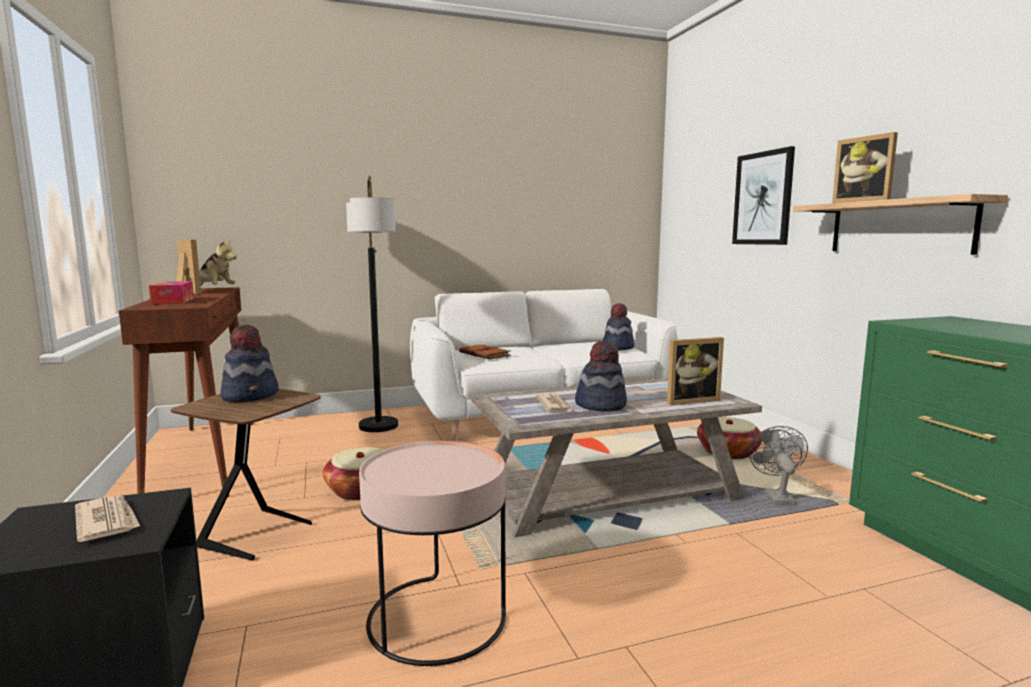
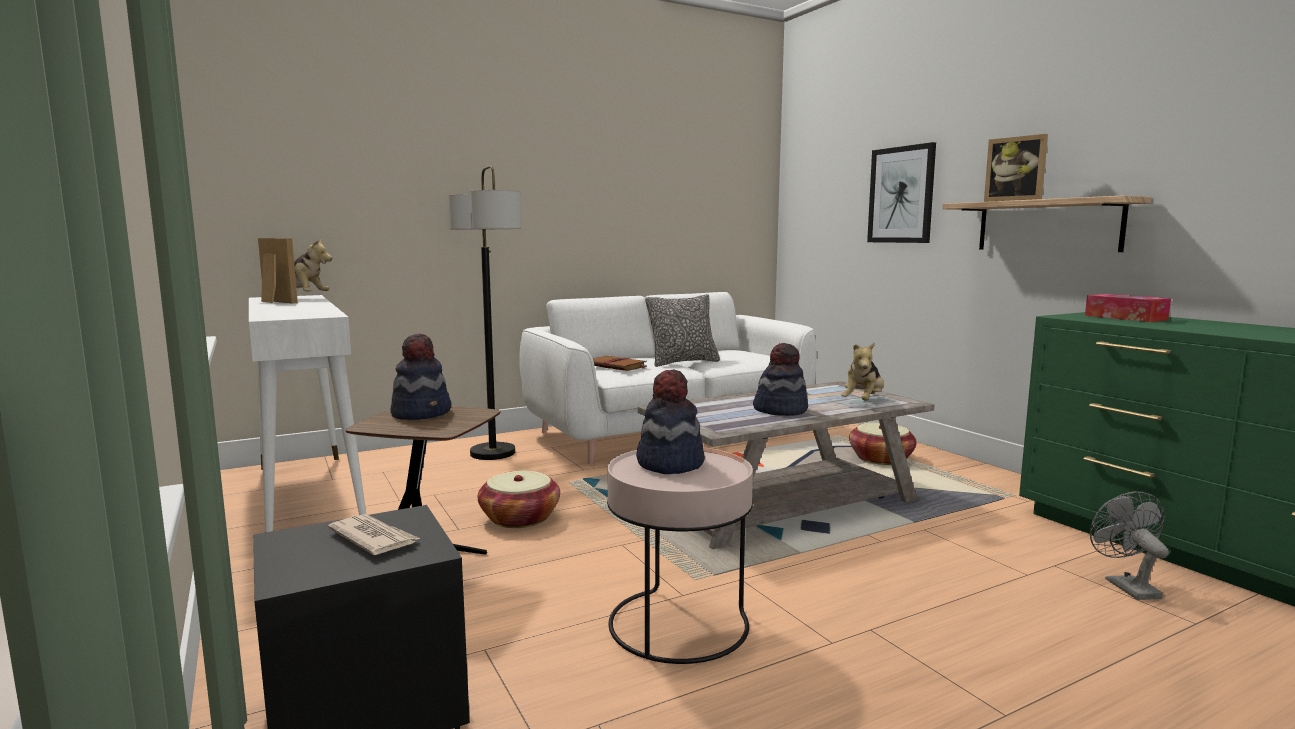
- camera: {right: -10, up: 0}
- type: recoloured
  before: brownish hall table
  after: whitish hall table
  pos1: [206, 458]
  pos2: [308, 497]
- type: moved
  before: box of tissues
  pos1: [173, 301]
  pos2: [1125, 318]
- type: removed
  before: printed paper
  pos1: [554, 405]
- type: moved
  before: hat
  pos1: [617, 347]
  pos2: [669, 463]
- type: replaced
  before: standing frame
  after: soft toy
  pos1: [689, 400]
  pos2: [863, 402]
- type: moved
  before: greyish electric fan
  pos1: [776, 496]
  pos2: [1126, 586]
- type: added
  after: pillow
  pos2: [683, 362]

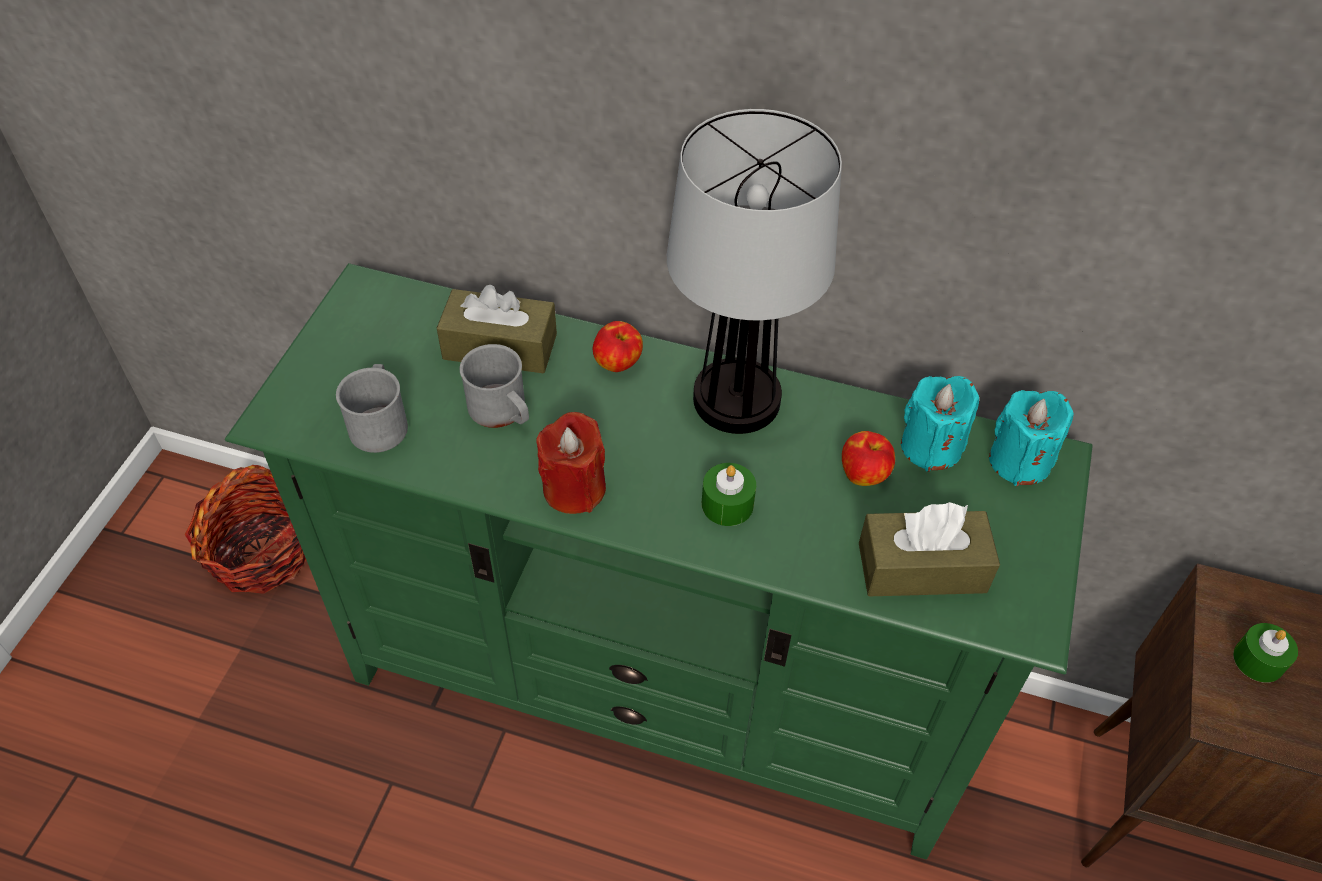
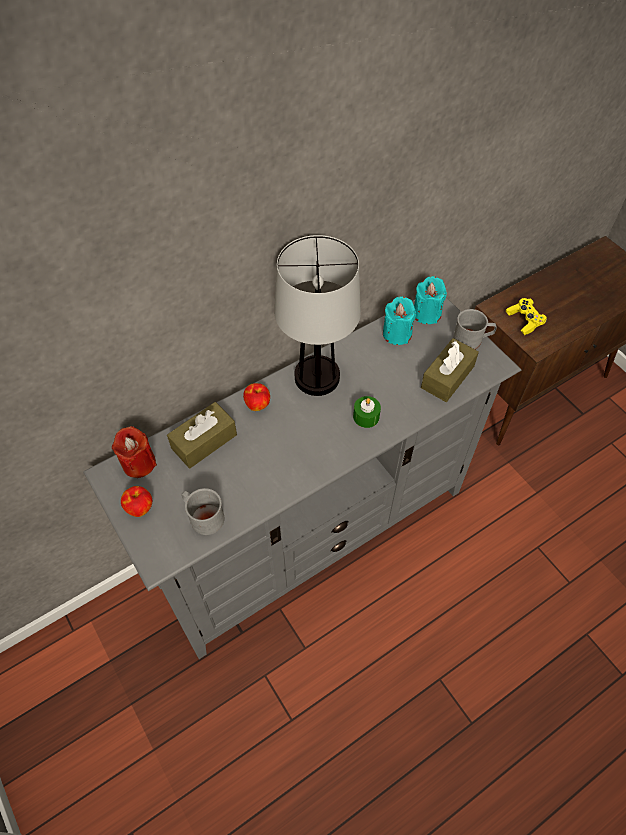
- camera: {right: -50, up: 5}
- type: removed
  before: basket
  pos1: [261, 552]
- type: recoloured
  before: greenish tv stand
  after: greyish tv stand
  pos1: [657, 689]
  pos2: [312, 533]
- type: moved
  before: greyish tea mug
  pos1: [502, 412]
  pos2: [472, 339]
- type: moved
  before: red-coloured candle
  pos1: [574, 488]
  pos2: [139, 463]
- type: moved
  before: whole apple
  pos1: [864, 474]
  pos2: [139, 507]
- type: replaced
  before: greenish candle
  after: yellowish joypad
  pos1: [1258, 660]
  pos2: [524, 320]

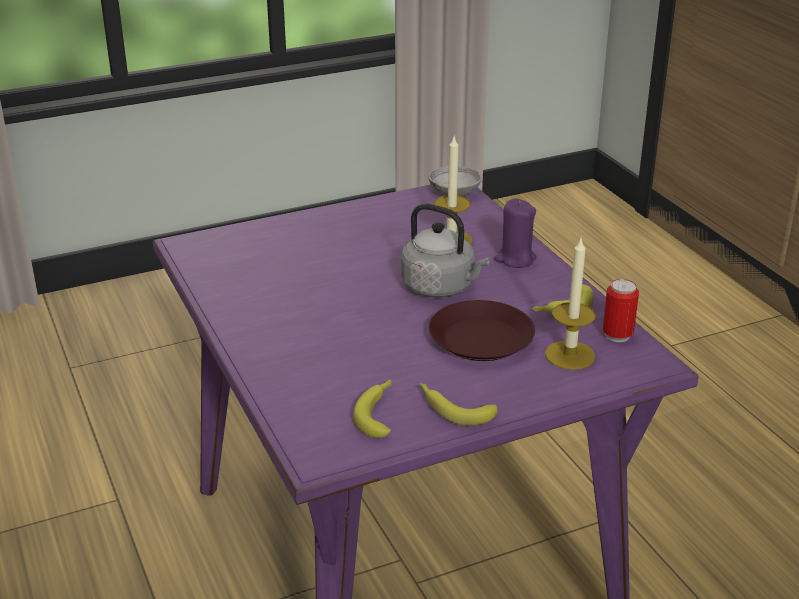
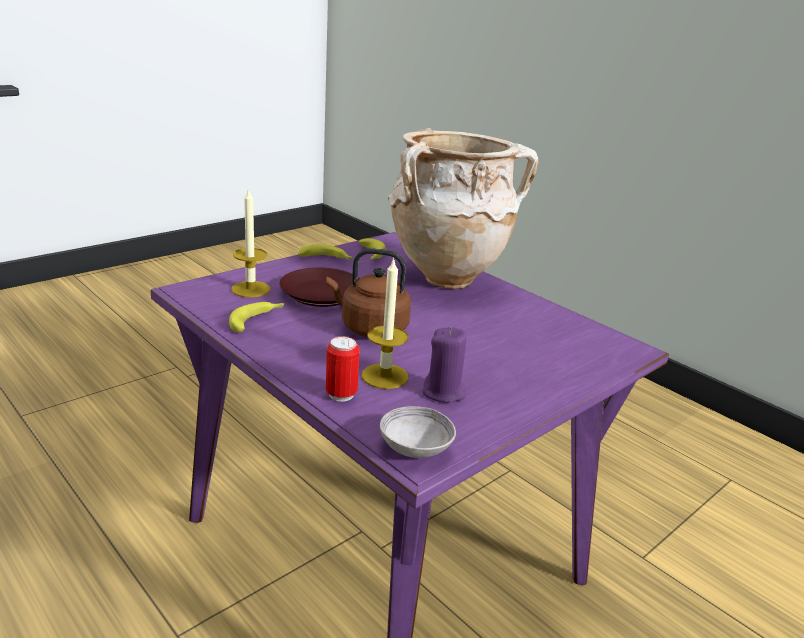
- camera: {right: 160, up: -5}
- type: recoloured
  before: greyish kettle
  after: brownish kettle
  pos1: [441, 287]
  pos2: [370, 328]
- type: moved
  before: purple-coloured candle
  pos1: [515, 259]
  pos2: [444, 392]
- type: moved
  before: sealed can
  pos1: [617, 335]
  pos2: [341, 394]
- type: added
  after: sand-coloured decorative vase
  pos2: [444, 281]

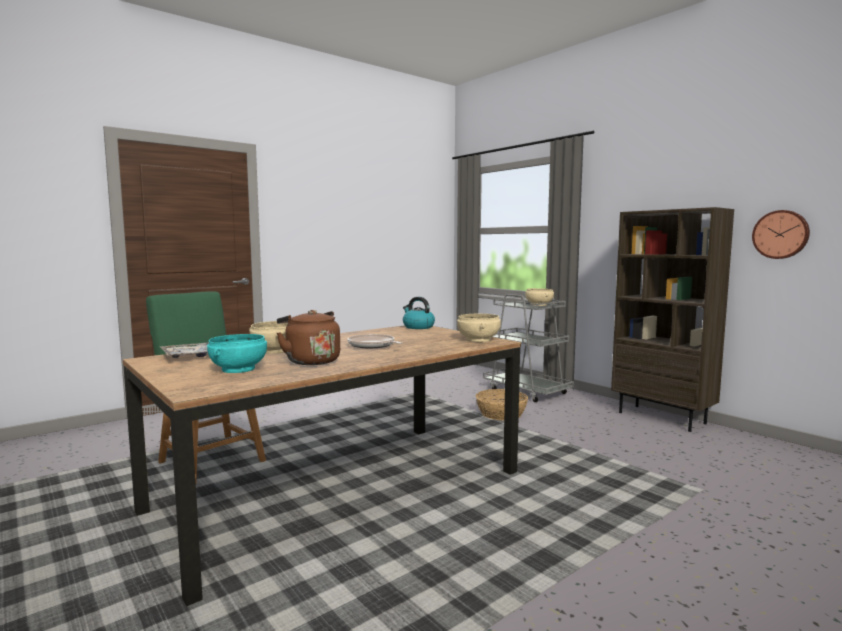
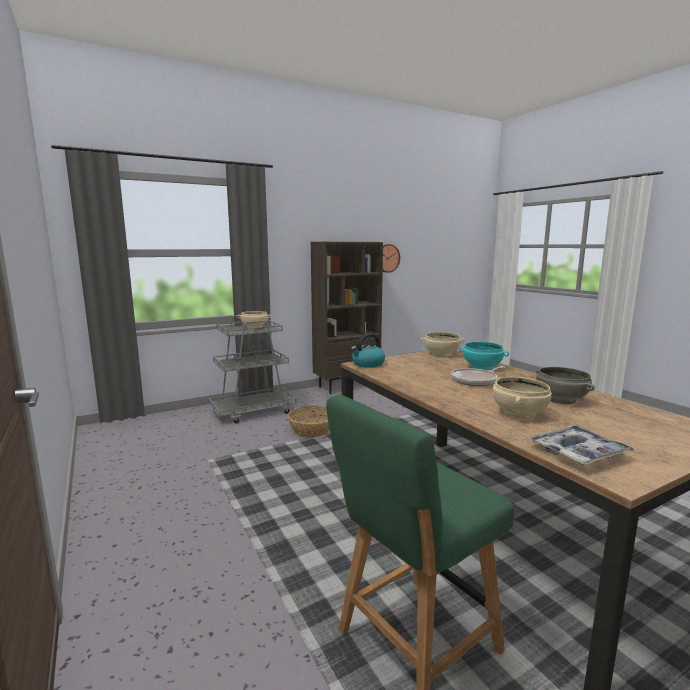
- camera: {right: -80, up: 5}
- type: moved
  before: turquoise serving bowl
  pos1: [239, 369]
  pos2: [482, 367]
- type: replaced
  before: brownish kettle
  after: greyish serving bowl
  pos1: [310, 361]
  pos2: [560, 399]

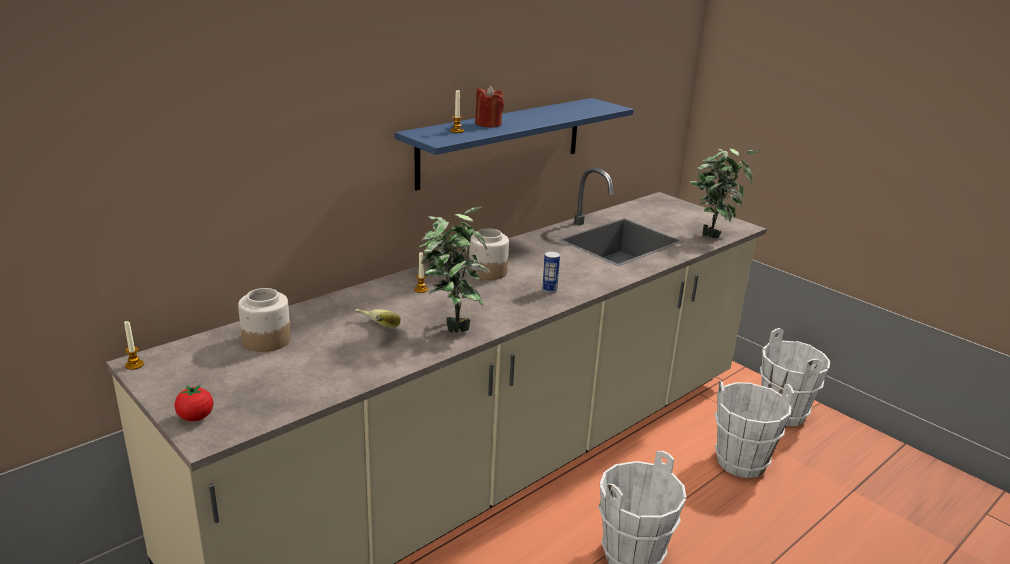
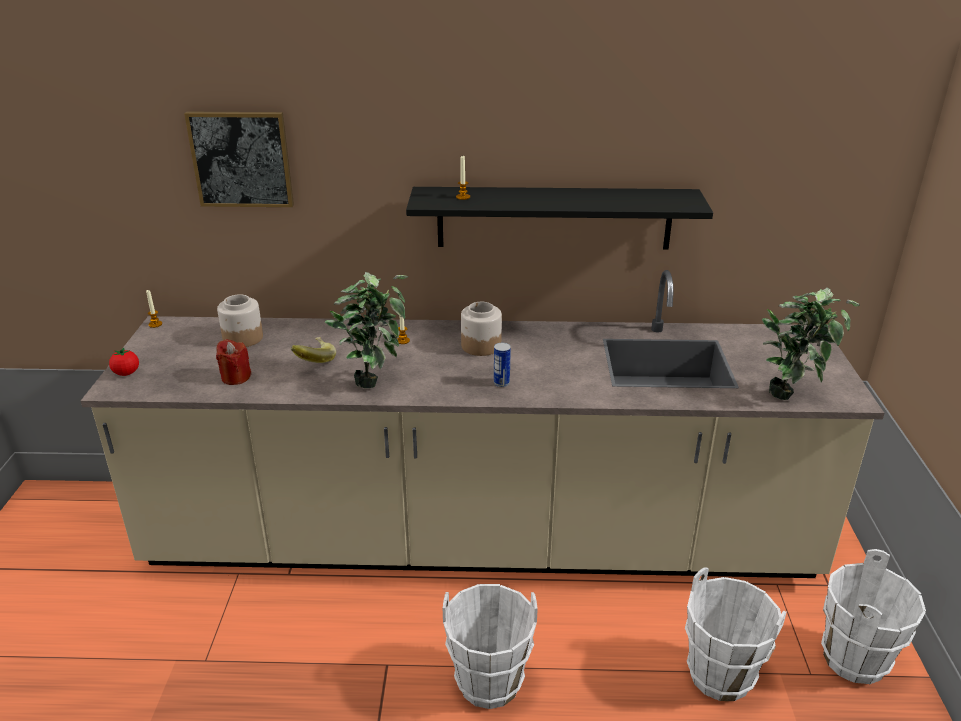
- camera: {right: 45, up: 5}
- type: recoloured
  before: blue-coloured wall shelf
  after: black-coloured wall shelf
  pos1: [501, 141]
  pos2: [554, 218]
- type: moved
  before: red-coloured candle
  pos1: [488, 124]
  pos2: [235, 377]
- type: added
  after: wall art
  pos2: [241, 159]

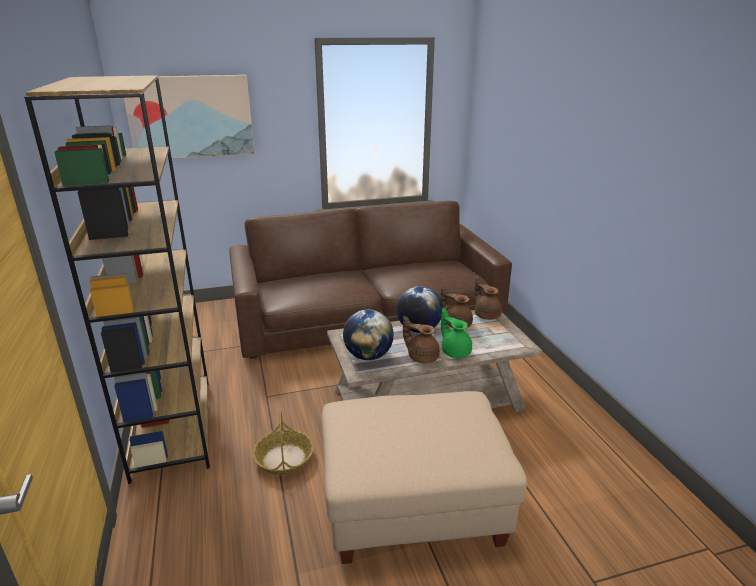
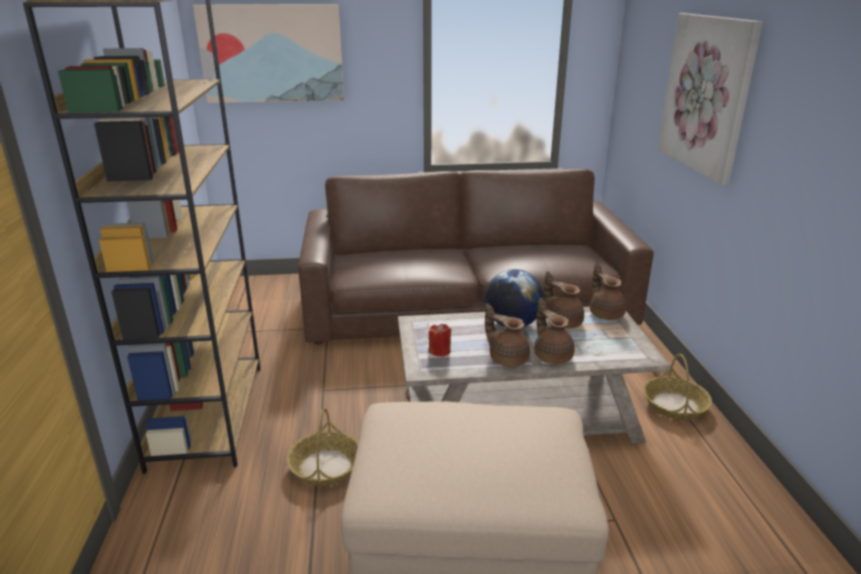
- camera: {right: 10, up: 0}
- type: replaced
  before: globe
  after: red-coloured candle
  pos1: [368, 356]
  pos2: [440, 351]
- type: recoloured
  before: greenish teapot
  after: brownish teapot
  pos1: [455, 351]
  pos2: [552, 355]
- type: added
  after: basket
  pos2: [674, 405]
- type: added
  after: wall art
  pos2: [706, 94]

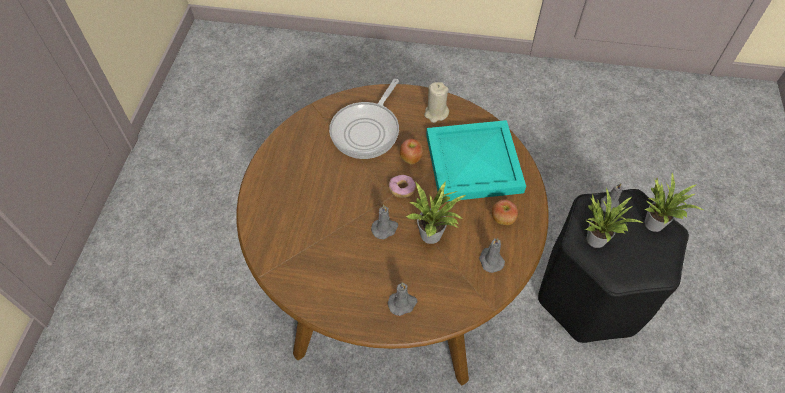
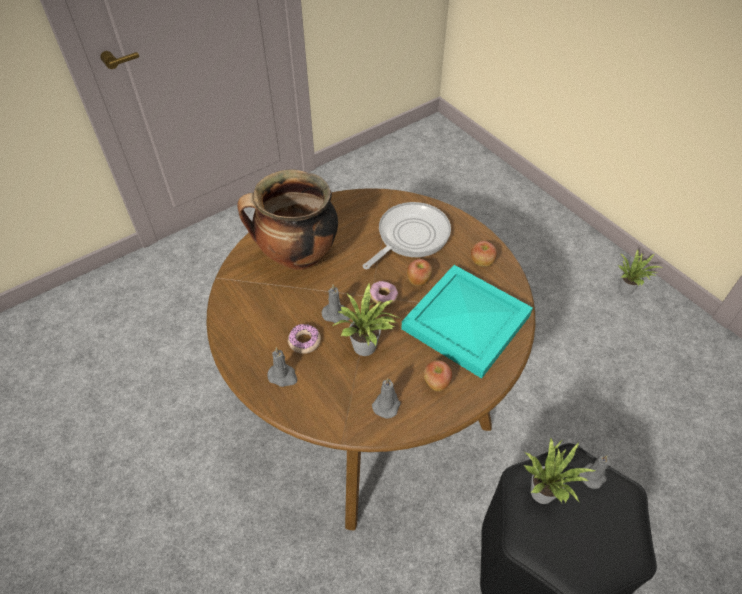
- camera: {right: 45, up: -5}
- type: turned
  before: skillet
  pos1: [367, 130]
  pos2: [410, 236]
  turn: 150
- type: replaced
  before: sand-coloured candle
  after: whole apple
  pos1: [436, 113]
  pos2: [481, 262]
- type: moved
  before: houseplant
  pos1: [654, 221]
  pos2: [627, 288]
- type: added
  after: stockpot
  pos2: [297, 257]
- type: added
  after: ring doughnut
  pos2: [304, 341]

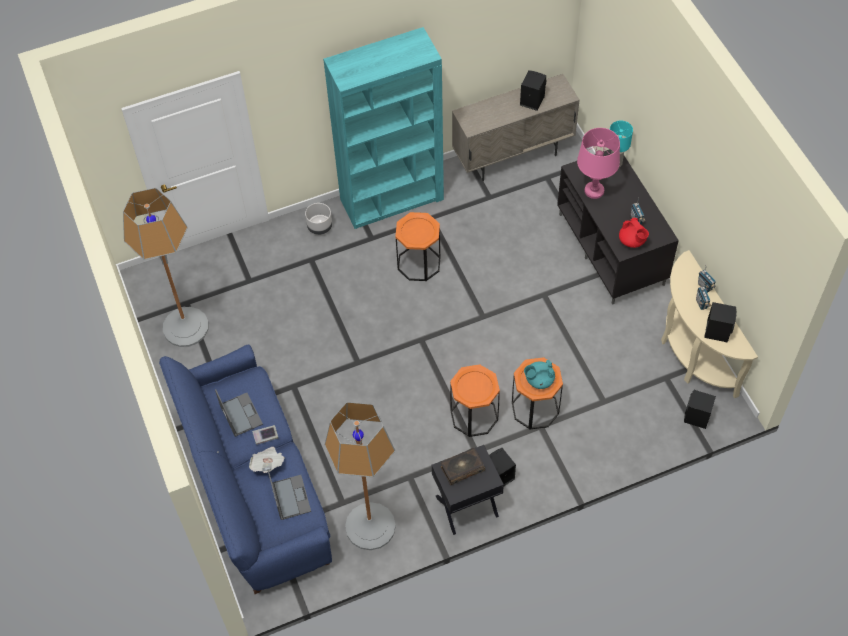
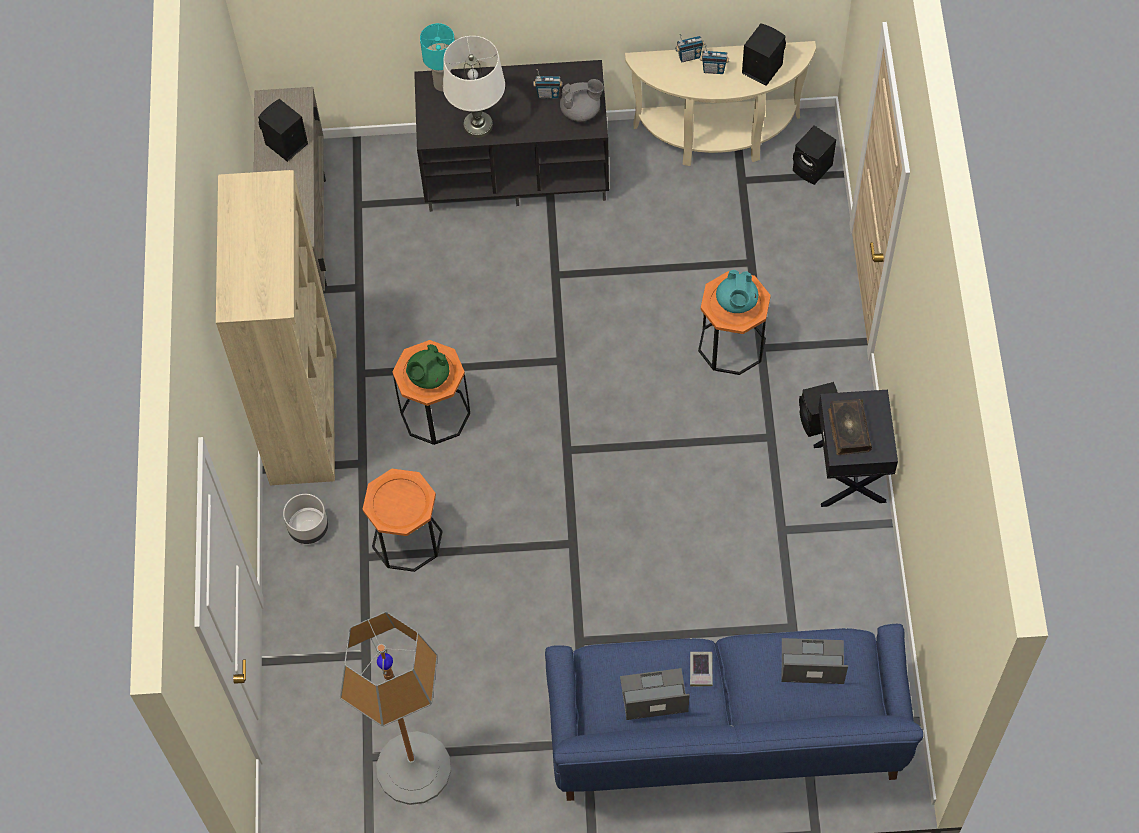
- camera: {right: -70, up: 5}
- type: removed
  before: printed paper
  pos1: [268, 464]
- type: recoloured
  before: turquoise bookcase
  after: sand-coloured bookcase
  pos1: [392, 199]
  pos2: [303, 414]
- type: removed
  before: standard lamp
  pos1: [370, 526]
- type: moved
  before: orangey end table
  pos1: [474, 415]
  pos2: [407, 539]
- type: recoloured
  before: pink-coloured table lamp
  after: whitish table lamp
  pos1: [594, 190]
  pos2: [478, 125]
- type: recoloured
  before: red-coloured teapot
  after: greyish teapot
  pos1: [632, 241]
  pos2: [581, 111]
- type: added
  after: greenish teapot
  pos2: [428, 376]

